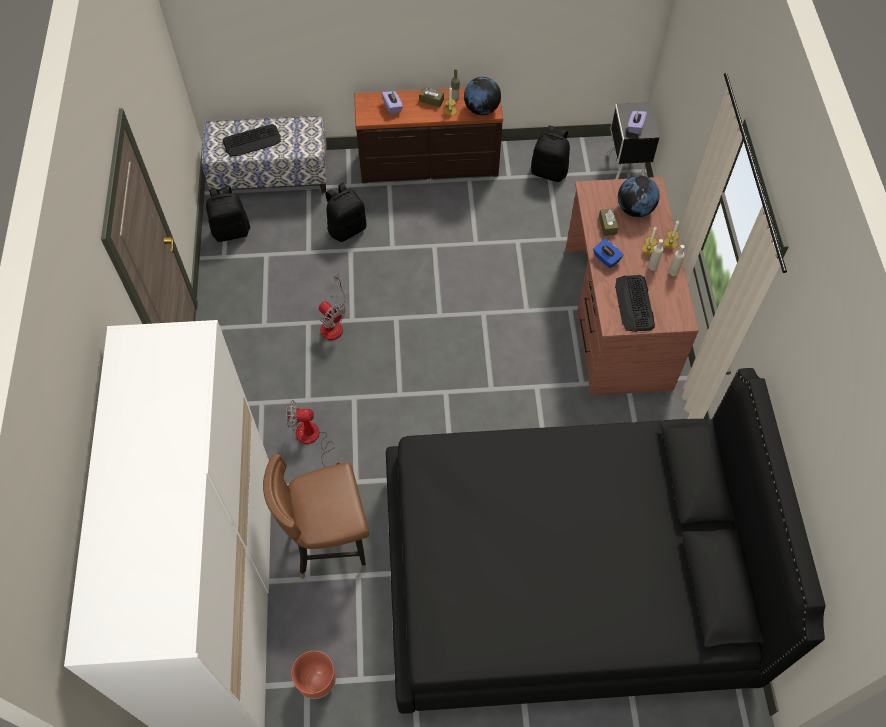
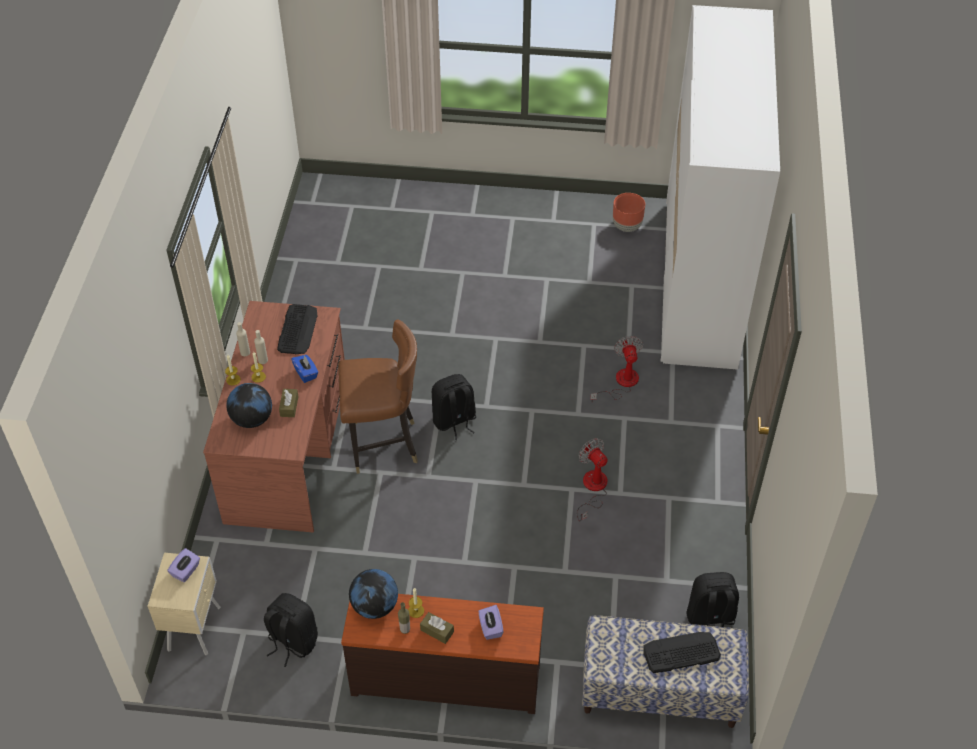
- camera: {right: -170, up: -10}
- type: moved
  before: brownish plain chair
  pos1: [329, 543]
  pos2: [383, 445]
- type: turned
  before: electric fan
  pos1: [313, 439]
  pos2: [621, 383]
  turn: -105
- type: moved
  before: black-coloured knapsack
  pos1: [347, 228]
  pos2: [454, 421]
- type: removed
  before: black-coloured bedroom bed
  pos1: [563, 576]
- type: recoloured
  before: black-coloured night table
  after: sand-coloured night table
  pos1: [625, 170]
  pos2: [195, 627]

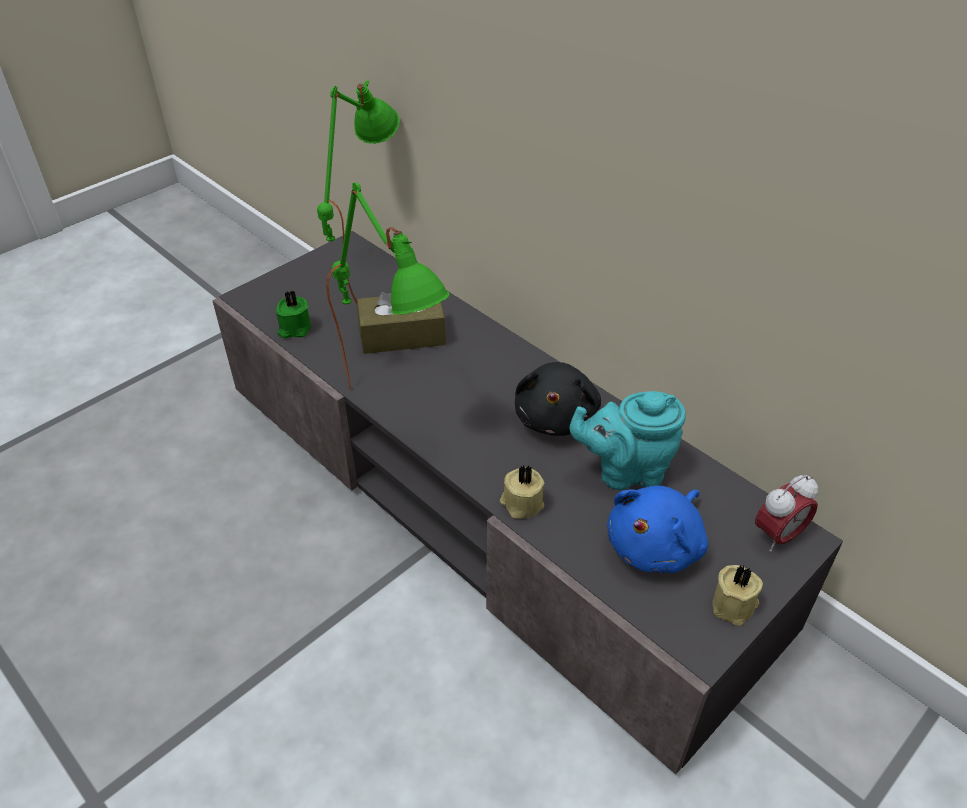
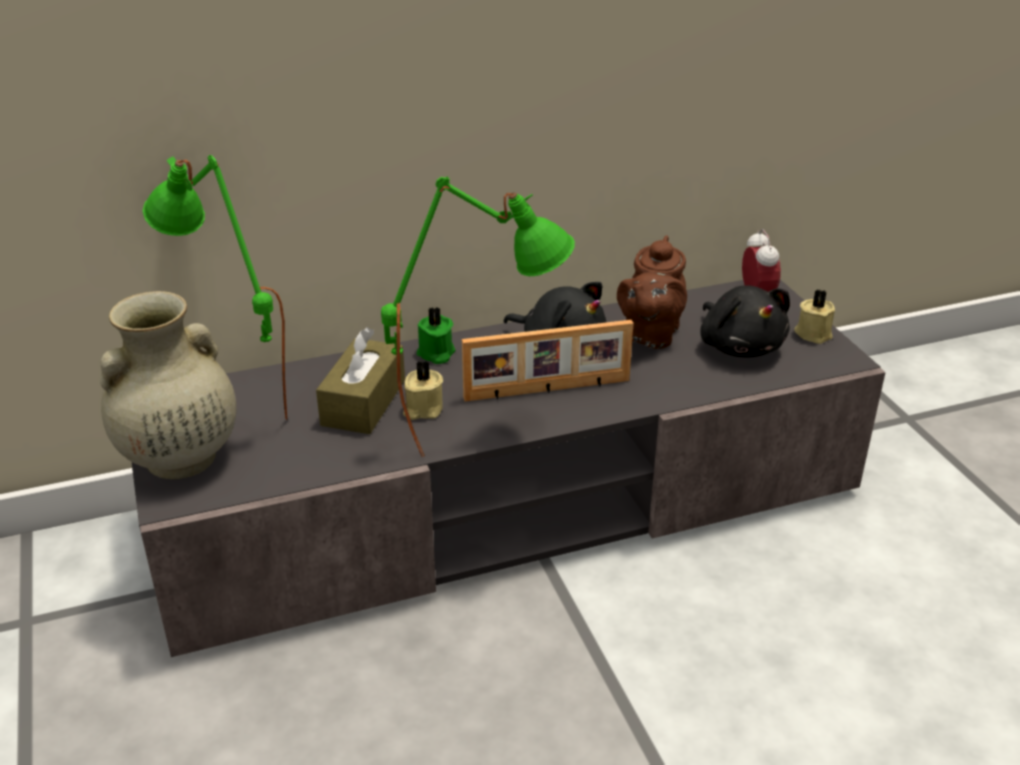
- camera: {right: -65, up: -10}
- type: moved
  before: greenish candle
  pos1: [294, 329]
  pos2: [436, 354]
- type: moved
  before: sand-coloured candle
  pos1: [521, 503]
  pos2: [422, 409]
- type: recoloured
  before: turquoise teapot
  after: brownish teapot
  pos1: [625, 471]
  pos2: [650, 335]
- type: recoloured
  before: blue-coloured soft toy
  after: black-coloured soft toy
  pos1: [656, 545]
  pos2: [739, 346]
- type: added
  after: sand-coloured decorative vase
  pos2: [179, 459]
- type: added
  after: standing frame
  pos2: [547, 390]

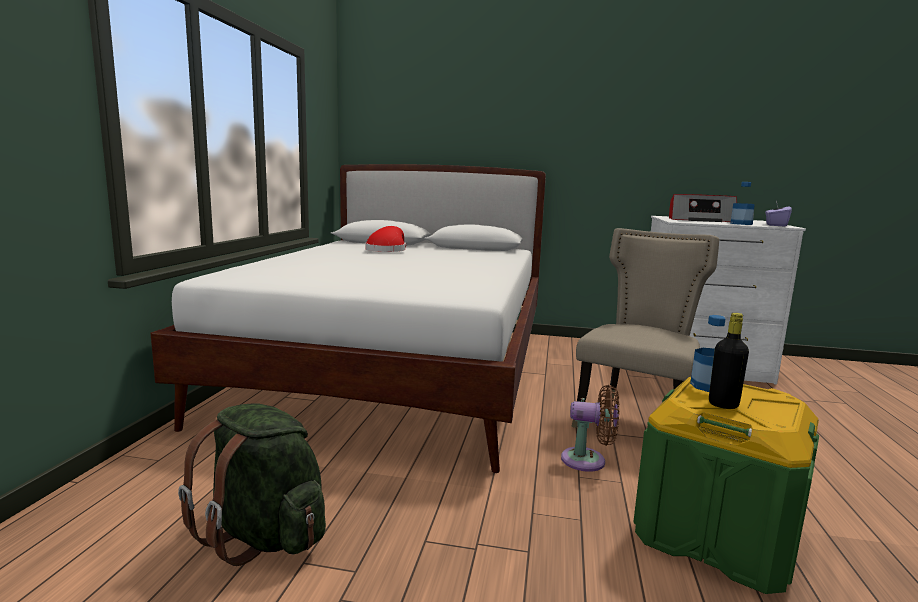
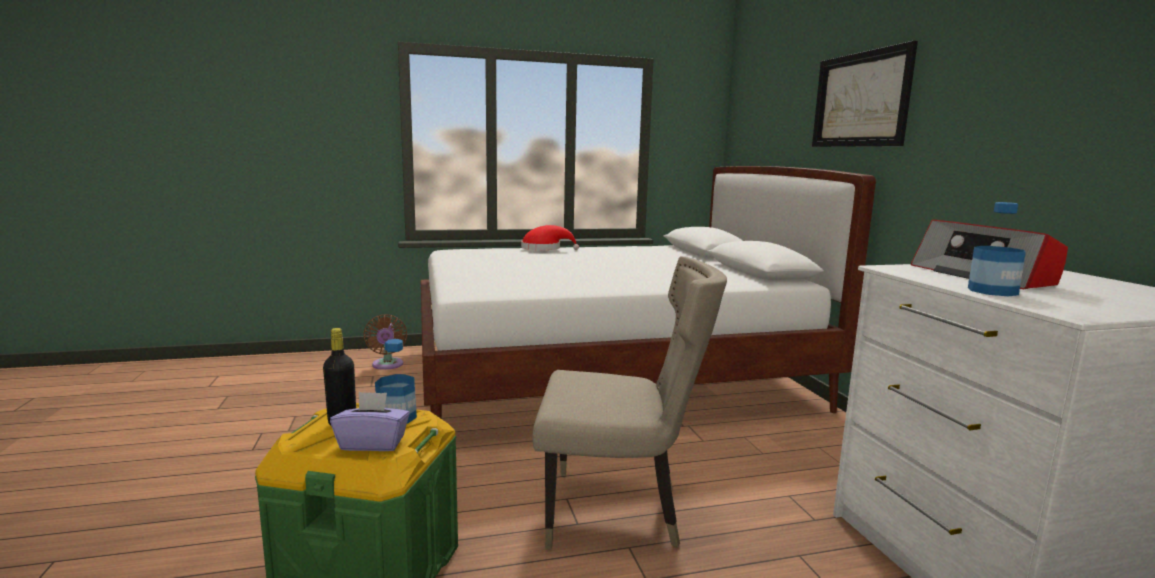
- camera: {right: 65, up: 0}
- type: removed
  before: greenish knapsack
  pos1: [264, 535]
- type: moved
  before: red-coloured hat
  pos1: [387, 250]
  pos2: [544, 249]
- type: moved
  before: brownish electric fan
  pos1: [588, 461]
  pos2: [387, 365]
- type: moved
  before: purple-coloured box of tissues
  pos1: [775, 225]
  pos2: [373, 443]
- type: added
  after: wall art
  pos2: [861, 100]

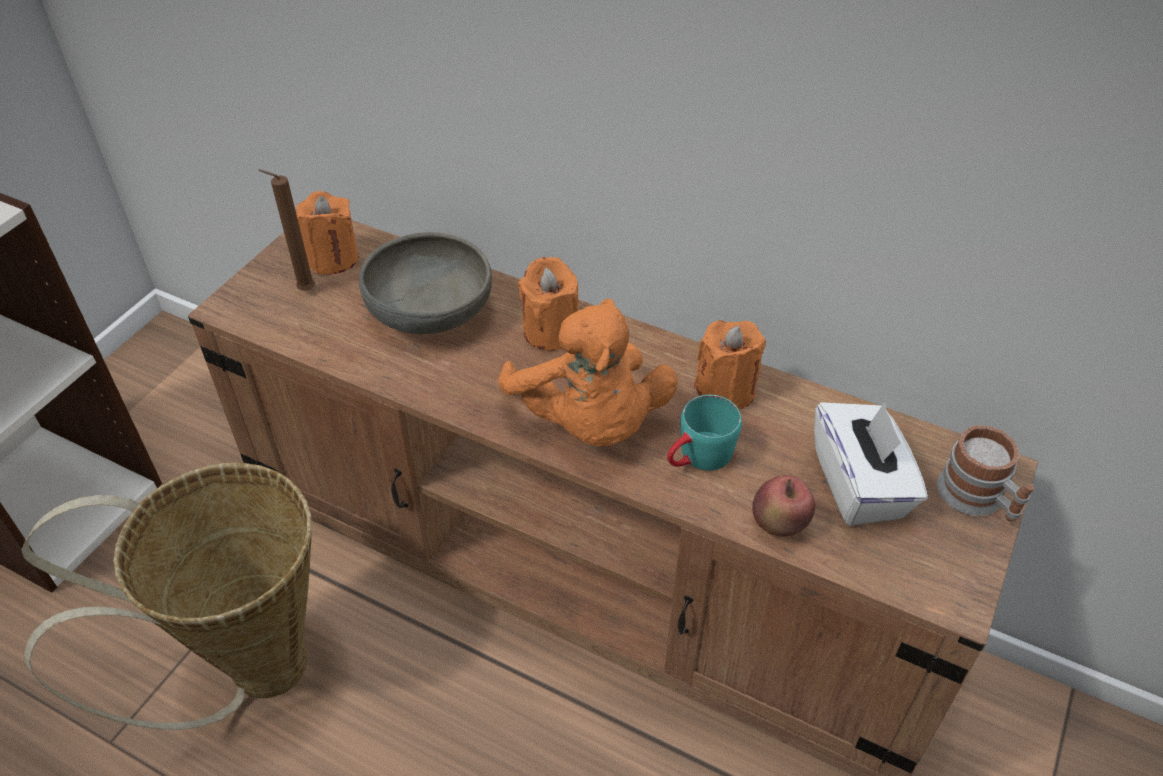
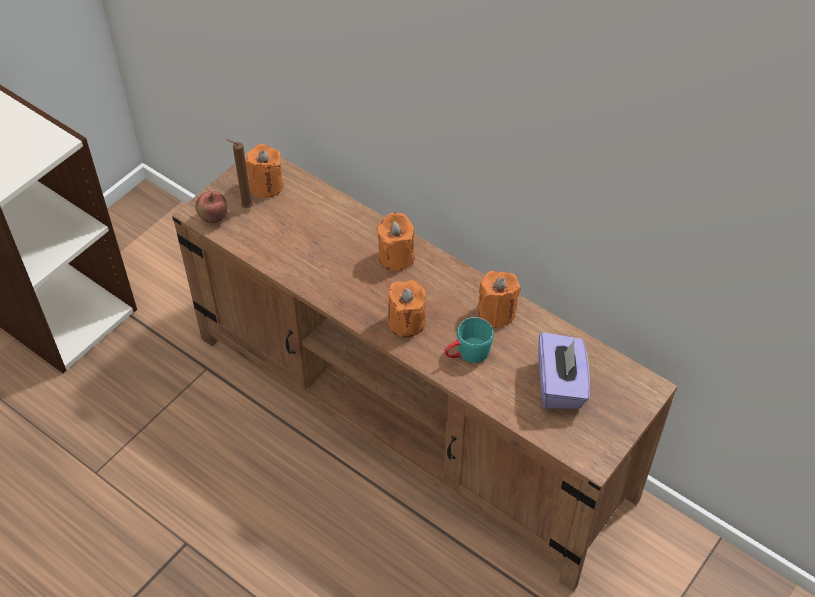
- camera: {right: 10, up: 5}
- type: removed
  before: basket
  pos1: [249, 672]
- type: removed
  before: greyish serving bowl
  pos1: [429, 311]
- type: replaced
  before: orangey soft toy
  after: orangey candle
  pos1: [589, 423]
  pos2: [406, 322]
- type: moved
  before: whole apple
  pos1: [779, 525]
  pos2: [213, 218]
- type: recoloured
  before: whitish box of tissues
  after: purple-coloured box of tissues
  pos1: [860, 485]
  pos2: [560, 385]
- type: removed
  before: tea mug
  pos1: [978, 499]

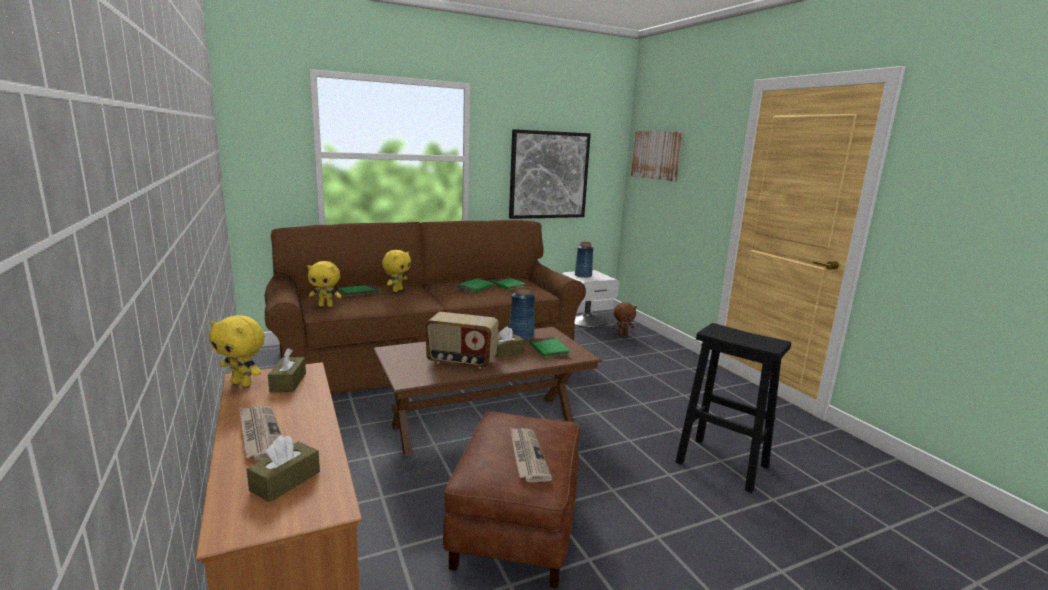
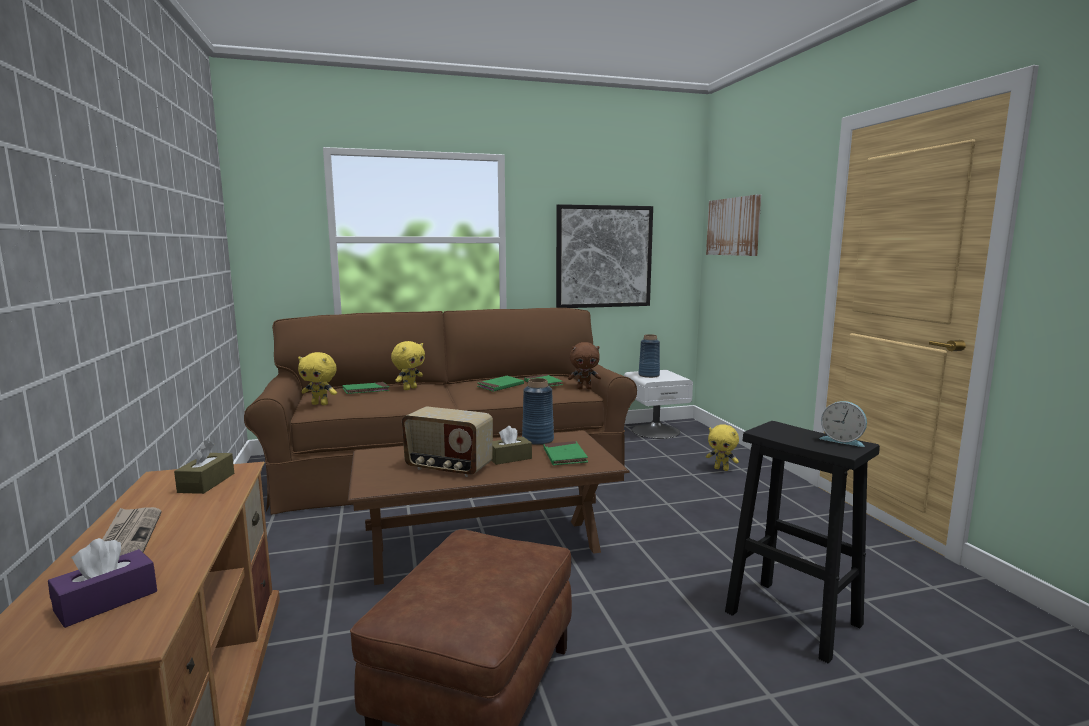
- camera: {right: 10, up: -5}
- type: moved
  before: yellowish soft toy
  pos1: [242, 383]
  pos2: [721, 469]
- type: recoloured
  before: brownish box of tissues
  after: purple-coloured box of tissues
  pos1: [285, 481]
  pos2: [106, 601]
- type: removed
  before: printed paper
  pos1: [527, 456]
- type: moved
  before: brownish soft toy
  pos1: [622, 334]
  pos2: [584, 388]
- type: added
  after: alarm clock
  pos2: [842, 440]

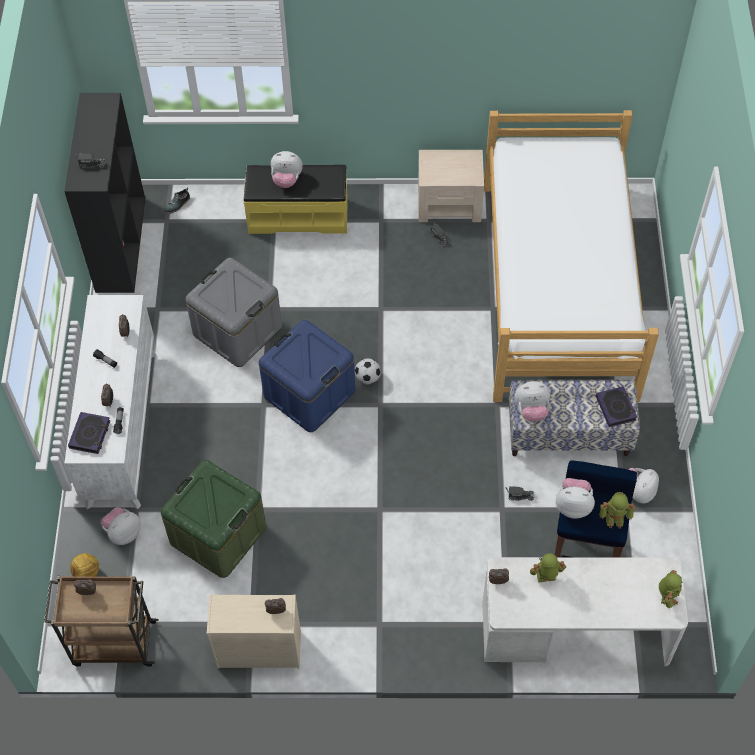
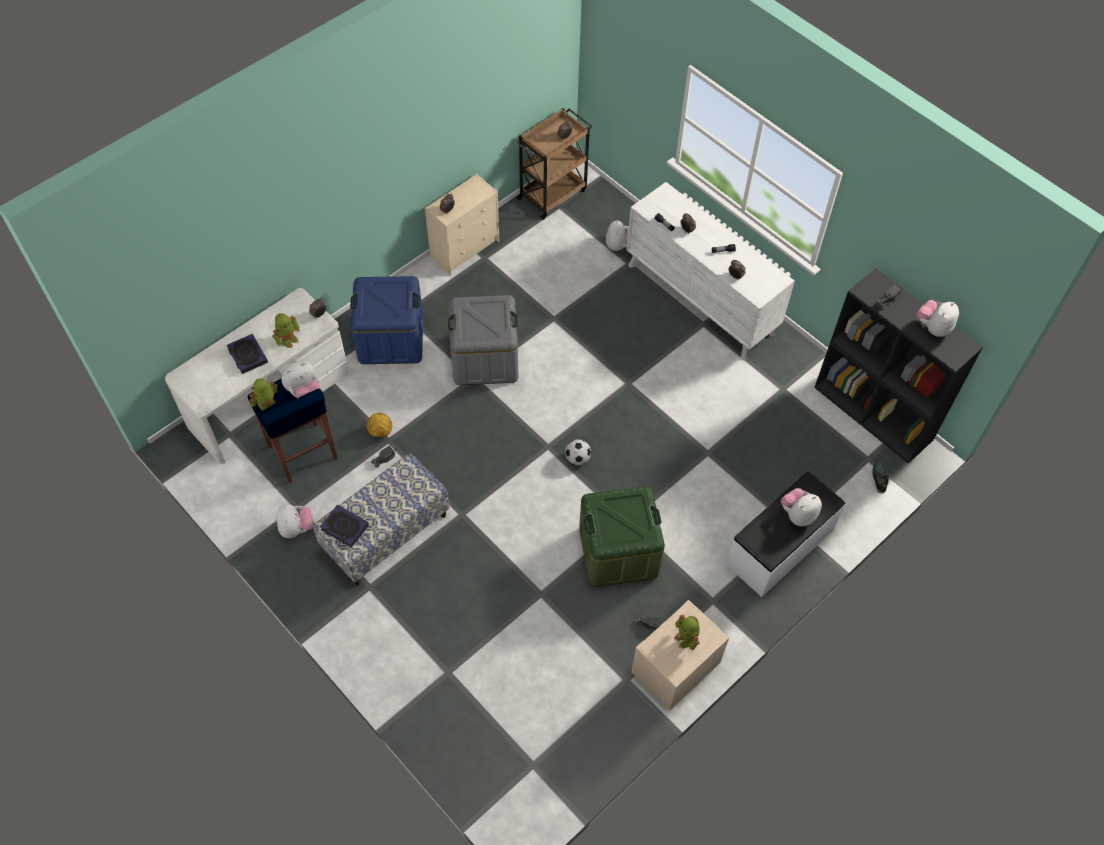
- camera: {right: 135, up: 0}
- type: moved
  before: bound book
  pos1: [90, 434]
  pos2: [247, 356]
- type: moved
  before: football
  pos1: [87, 573]
  pos2: [381, 432]
- type: moved
  before: greenish storage container
  pos1: [218, 534]
  pos2: [618, 552]
- type: moved
  before: greyish storage container
  pos1: [237, 330]
  pos2: [485, 358]
- type: recoloured
  before: yellowish long seat
  after: whitish long seat
  pos1: [298, 216]
  pos2: [780, 547]
- type: moved
  before: blue-coloured storage container
  pos1: [309, 393]
  pos2: [391, 338]
- type: removed
  before: bedroom bed
  pos1: [558, 288]
- type: moved
  before: soft toy
  pos1: [531, 410]
  pos2: [933, 327]
- type: moved
  before: toy robot
  pos1: [667, 596]
  pos2: [686, 638]

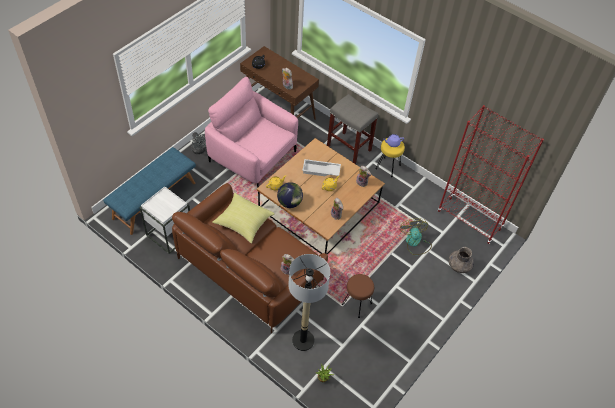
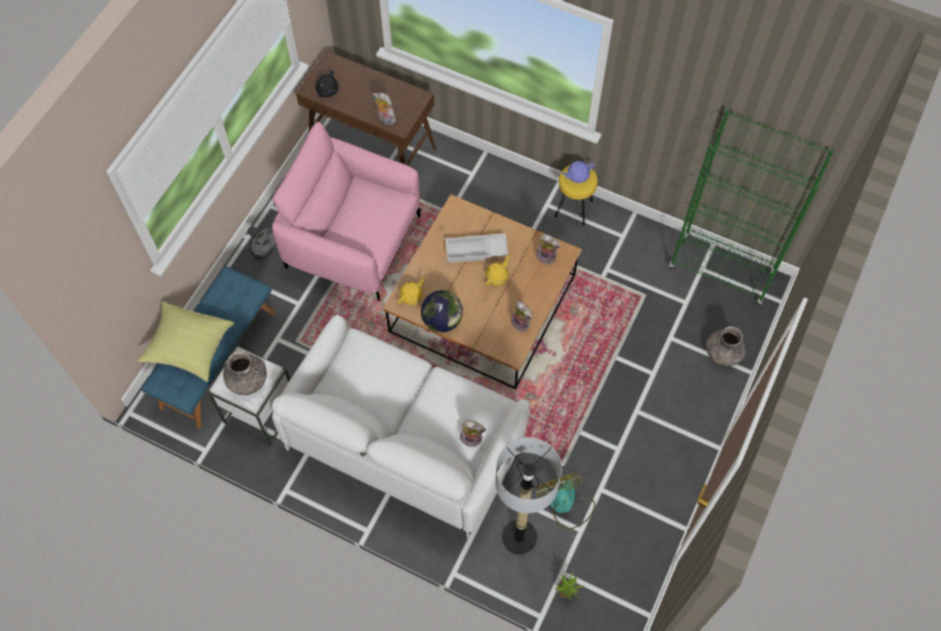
- camera: {right: -10, up: 10}
- type: recoloured
  before: brownish couch
  after: whitish couch
  pos1: [250, 269]
  pos2: [405, 439]
- type: moved
  before: yellowish pillow
  pos1: [243, 223]
  pos2: [188, 348]
- type: removed
  before: greyish stool seat
  pos1: [349, 148]
- type: removed
  before: brownish stool seat
  pos1: [356, 304]
- type: moved
  before: electric fan
  pos1: [415, 242]
  pos2: [566, 504]
- type: recoloured
  before: red-coloured bookcase
  after: greenish bookcase
  pos1: [469, 220]
  pos2: [721, 271]
- type: added
  after: greyish decorative vase
  pos2: [247, 379]

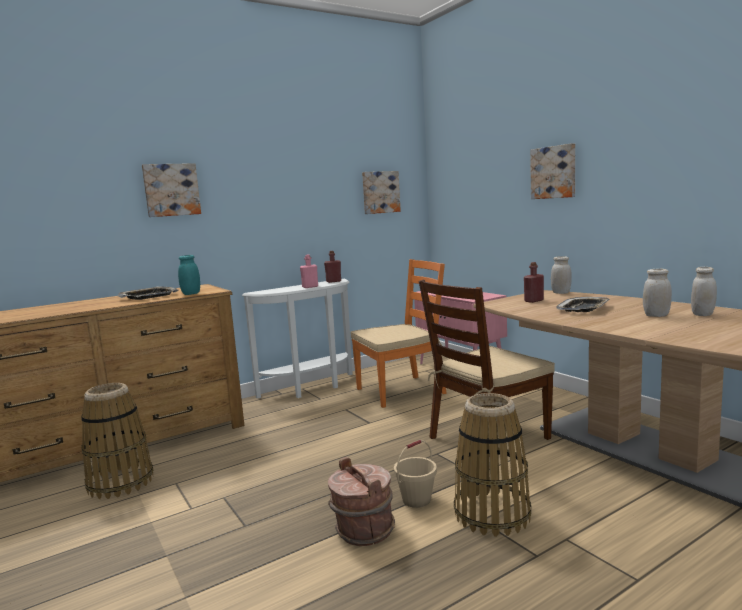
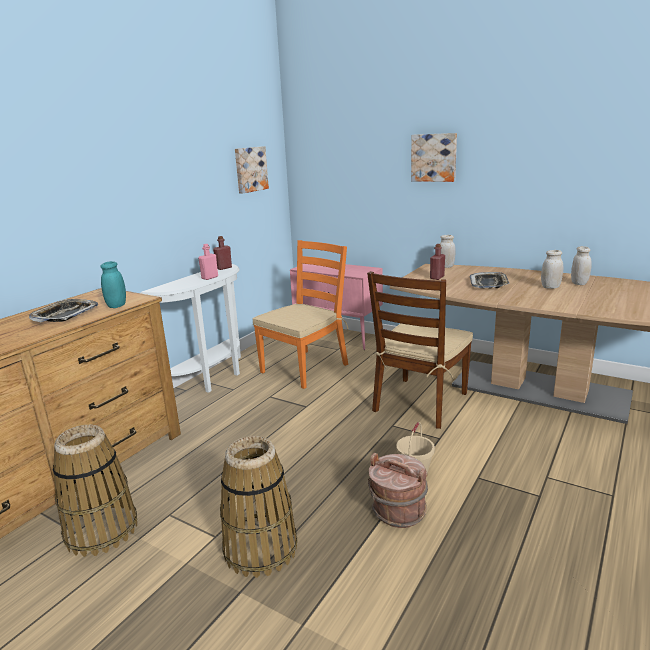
- camera: {right: -25, up: 10}
- type: removed
  before: wall art
  pos1: [171, 190]
- type: moved
  before: basket
  pos1: [492, 514]
  pos2: [261, 548]

